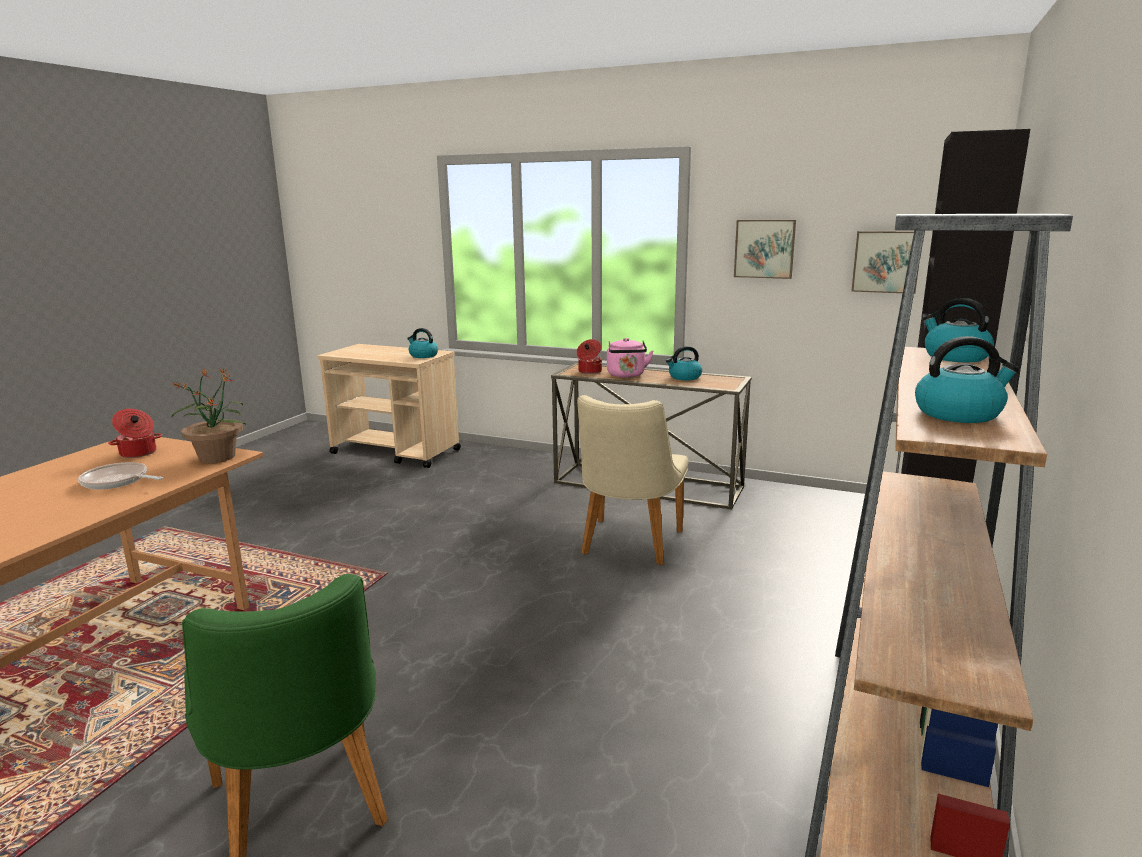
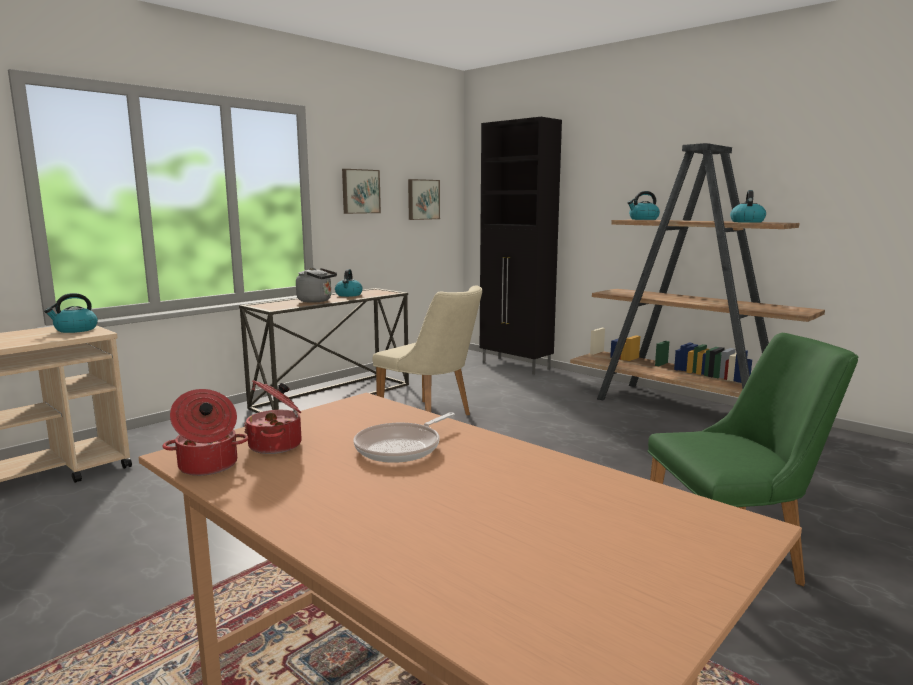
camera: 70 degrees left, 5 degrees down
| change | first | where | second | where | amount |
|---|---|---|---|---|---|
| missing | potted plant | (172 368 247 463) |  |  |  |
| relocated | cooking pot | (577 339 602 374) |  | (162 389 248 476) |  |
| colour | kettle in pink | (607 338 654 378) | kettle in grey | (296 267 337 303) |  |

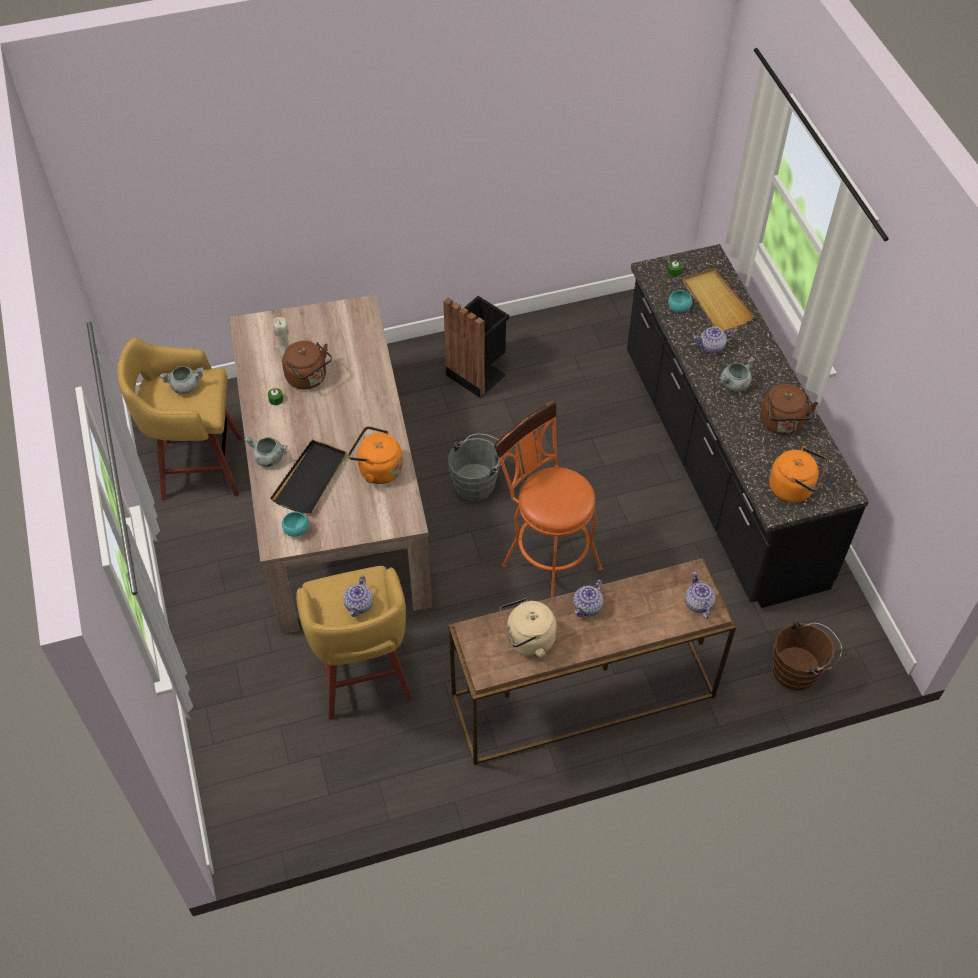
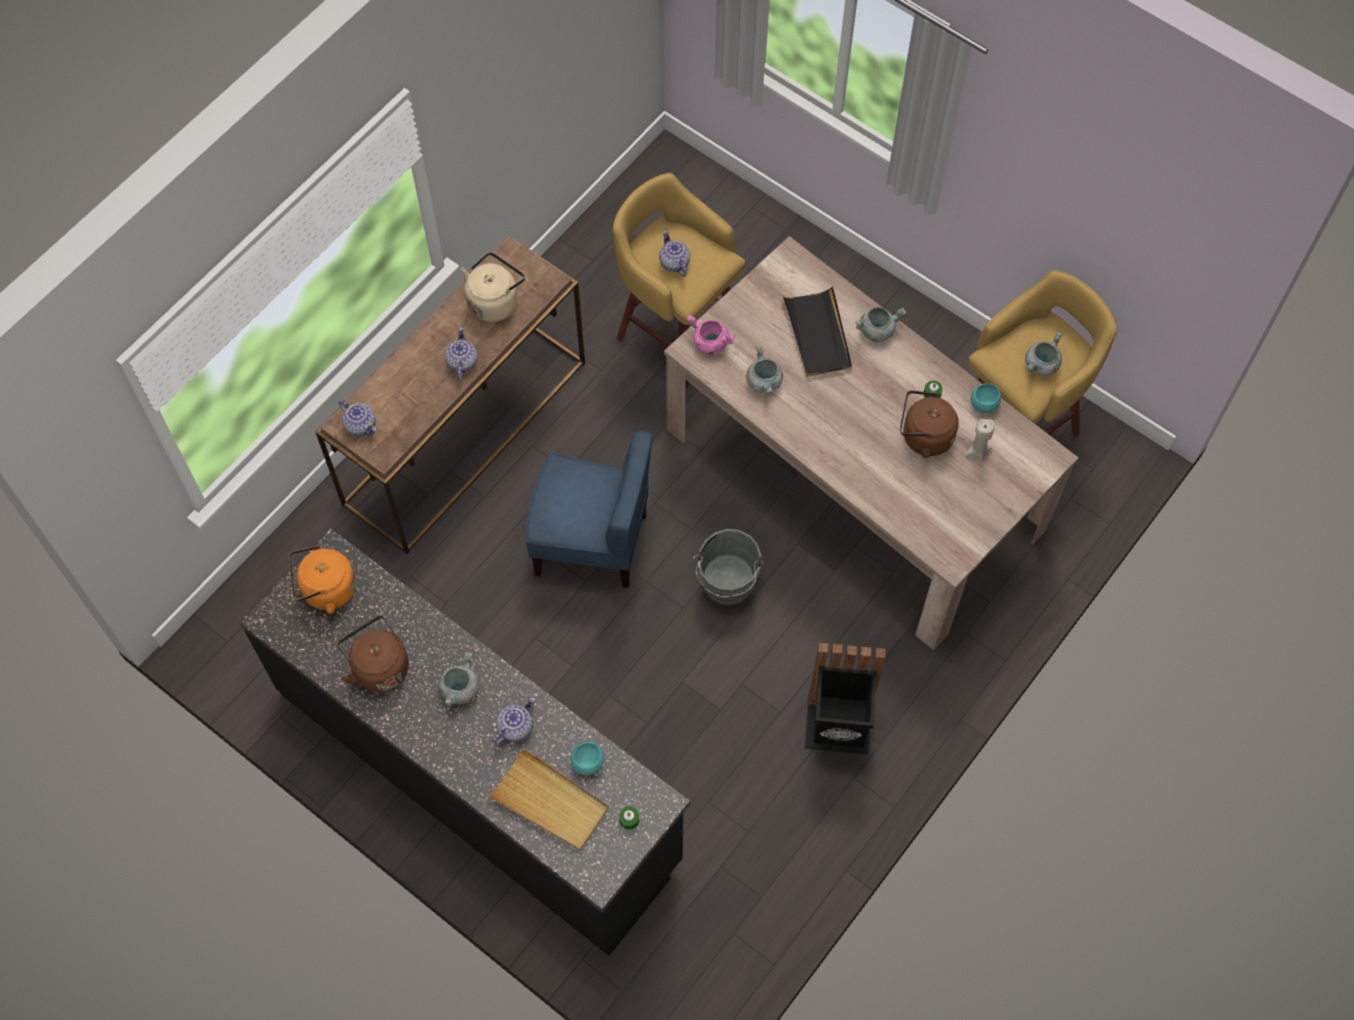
camera: 145 degrees right, 10 degrees up
| change | first | where | second | where | amount |
|---|---|---|---|---|---|
| relocated | bowl in turquoise | (282 512 309 537) |  | (971 383 1001 413) |  |
| exchanged | kettle in orange | (348 426 403 484) | cooking pot in grey | (746 345 783 395) |  |
| exchanged | stool in orange | (494 400 602 598) | chair in blue | (525 430 653 588) |  |
| missing | bucket in brown | (773 620 842 691) |  |  |  |
| appeared |  |  | cooking pot in pink | (687 315 735 355) |  |

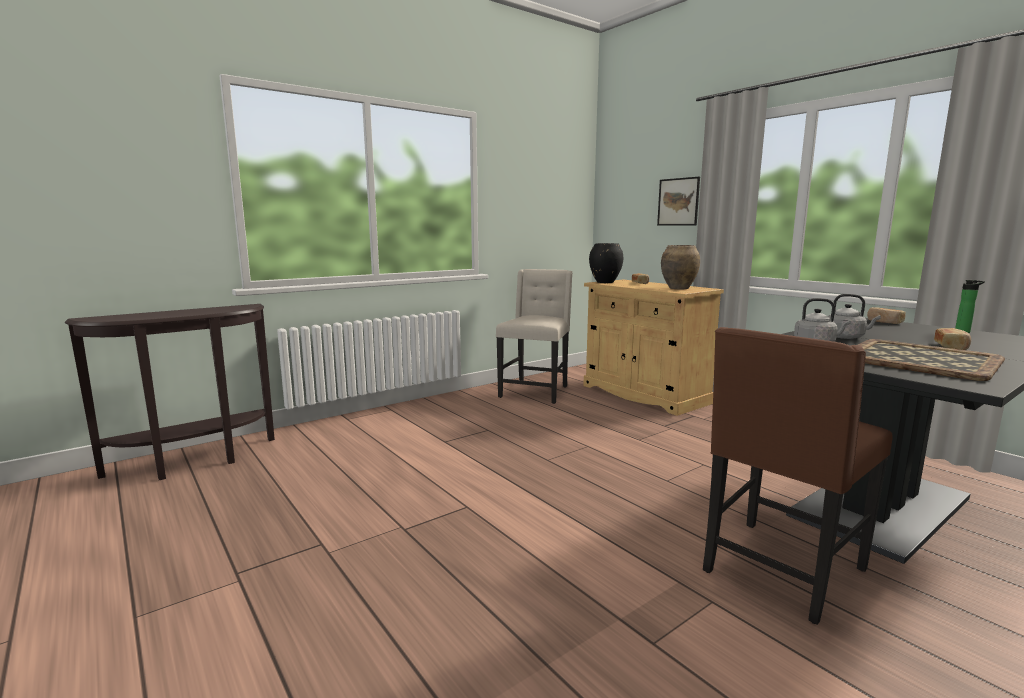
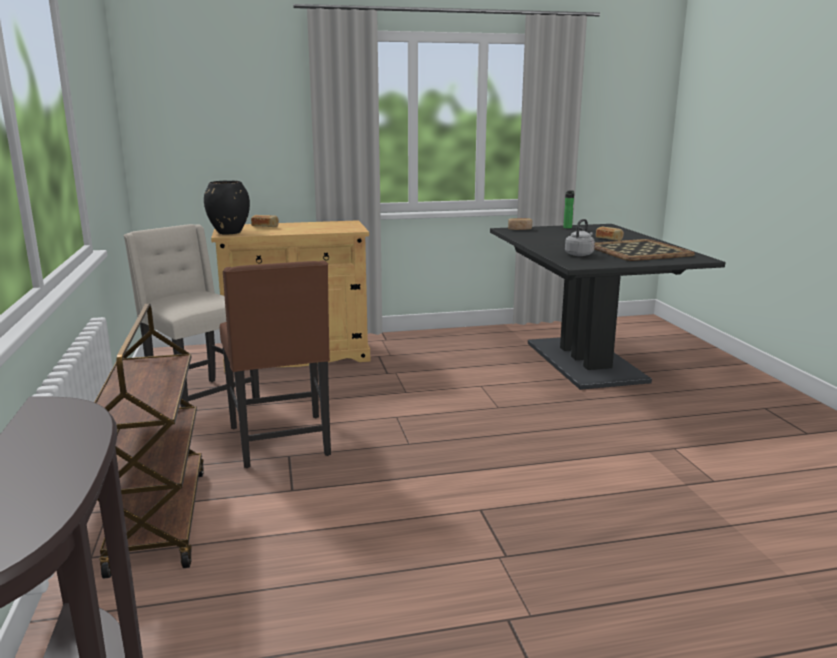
camera: 65 degrees left, 5 degrees up
| change | first | where | second | where | amount |
|---|---|---|---|---|---|
| missing | picture | (657 177 700 226) |  |  |  |
| missing | vase in brown | (661 245 700 290) |  |  |  |
| relocated | chair in brown | (703 327 893 625) |  | (220 261 331 468) |  |
| missing | kettle in grey | (829 294 881 339) |  |  |  |
| appeared |  |  | cart in brown | (94 303 204 579) |  |

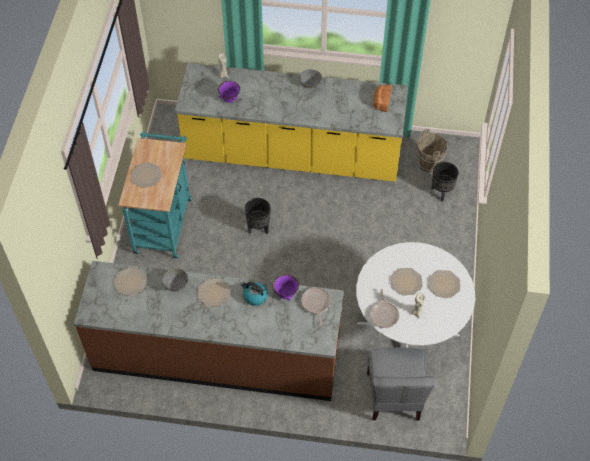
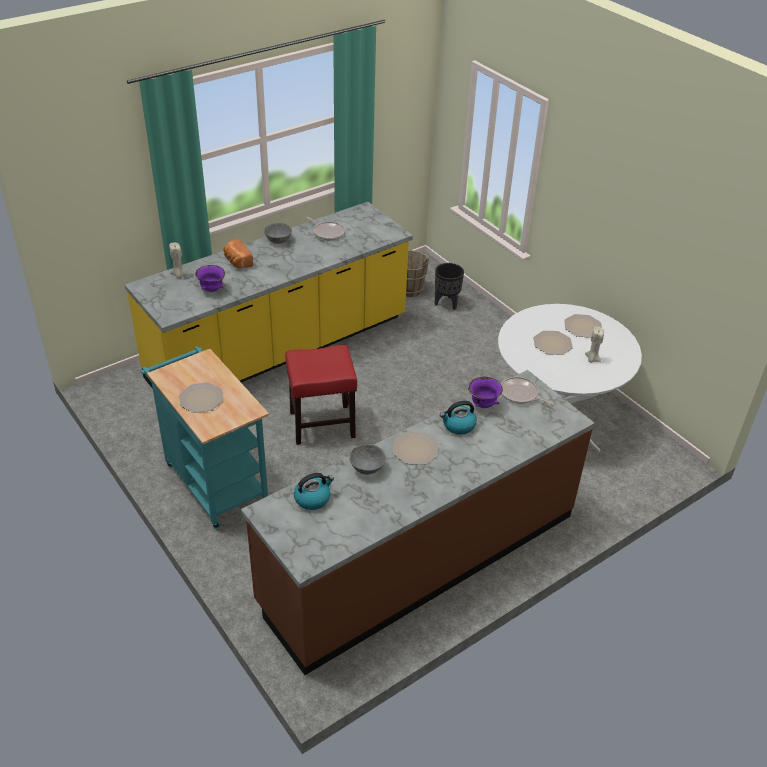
camera: 45 degrees left, 15 degrees down
| change | first | where | second | where | amount |
|---|---|---|---|---|---|
| exchanged | plate | (113 267 148 296) | kettle | (294 473 334 510) |  |
| exchanged | planter in black | (245 198 271 234) | stool in red | (285 345 357 445) |  |
| missing | chair in grey | (367 347 436 421) |  |  |  |
| relocated | frying pan | (370 289 399 328) |  | (306 217 345 240) |  |
| relocated | bread | (373 85 392 112) |  | (223 239 253 268) |  |

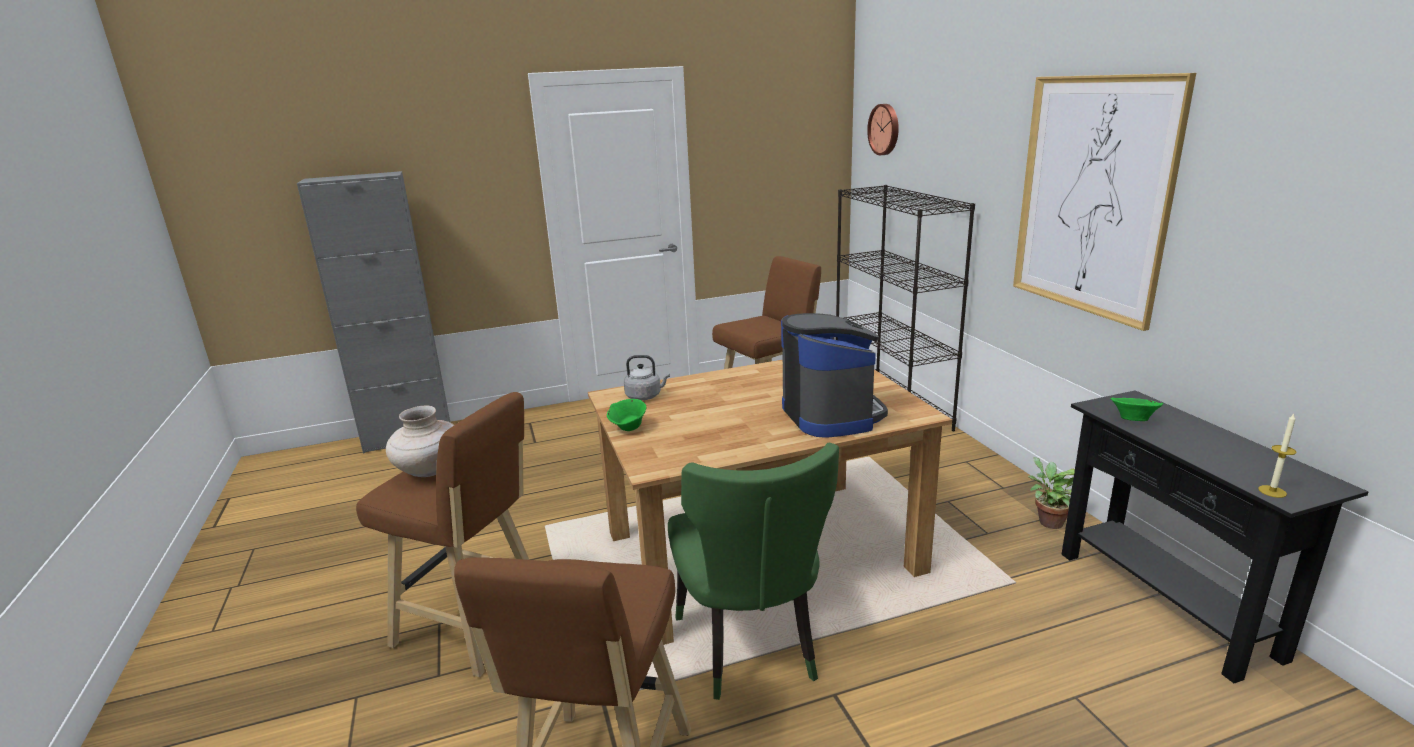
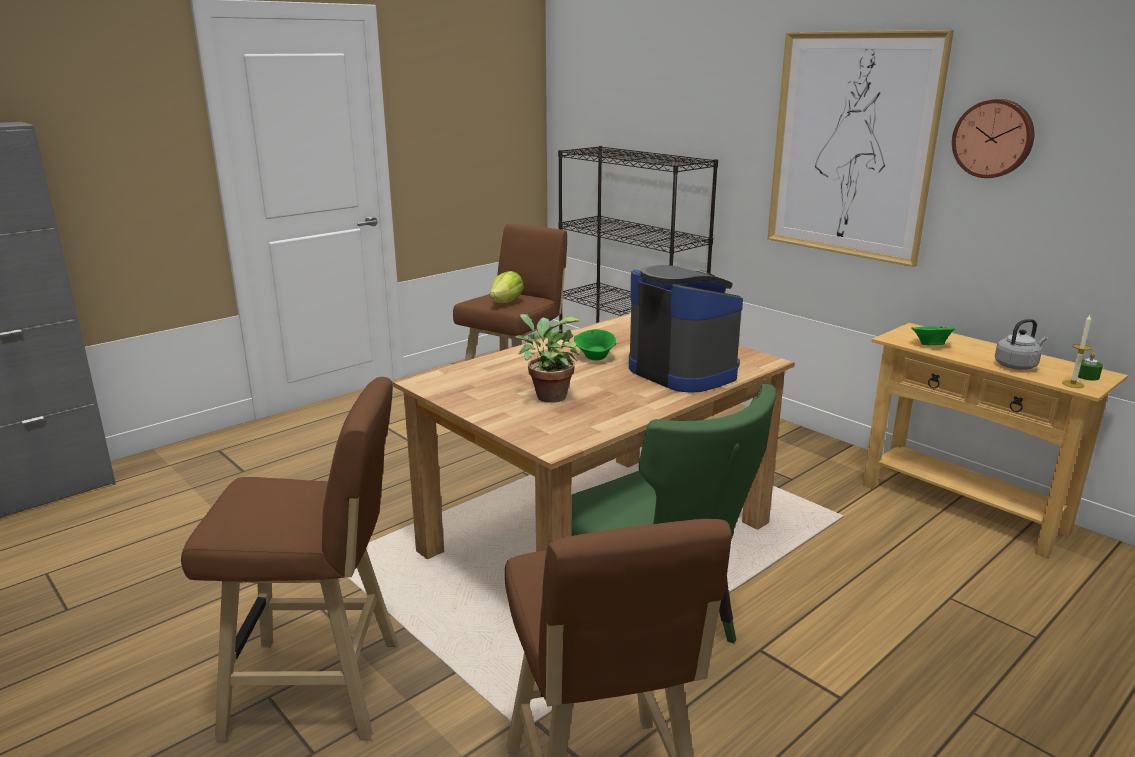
camera: 25 degrees left, 0 degrees up
| change | first | where | second | where | amount |
|---|---|---|---|---|---|
| missing | vase in beige | (386 406 454 477) |  |  |  |
| relocated | bowl in green | (607 399 646 431) |  | (574 329 616 361) |  |
| relocated | kettle in grey | (624 355 670 400) |  | (995 319 1047 370) |  |
| relocated | wall clock | (867 104 899 155) |  | (952 99 1034 178) |  |
| relocated | potted plant | (1028 457 1075 529) |  | (515 314 581 403) |  |
| colour | console table in black | (1062 390 1368 683) | console table in beige | (863 323 1128 558) |  |
| appeared |  |  | lettuce | (490 271 524 303) |  |
| appeared |  |  | candle in green | (1078 352 1103 381) |  |

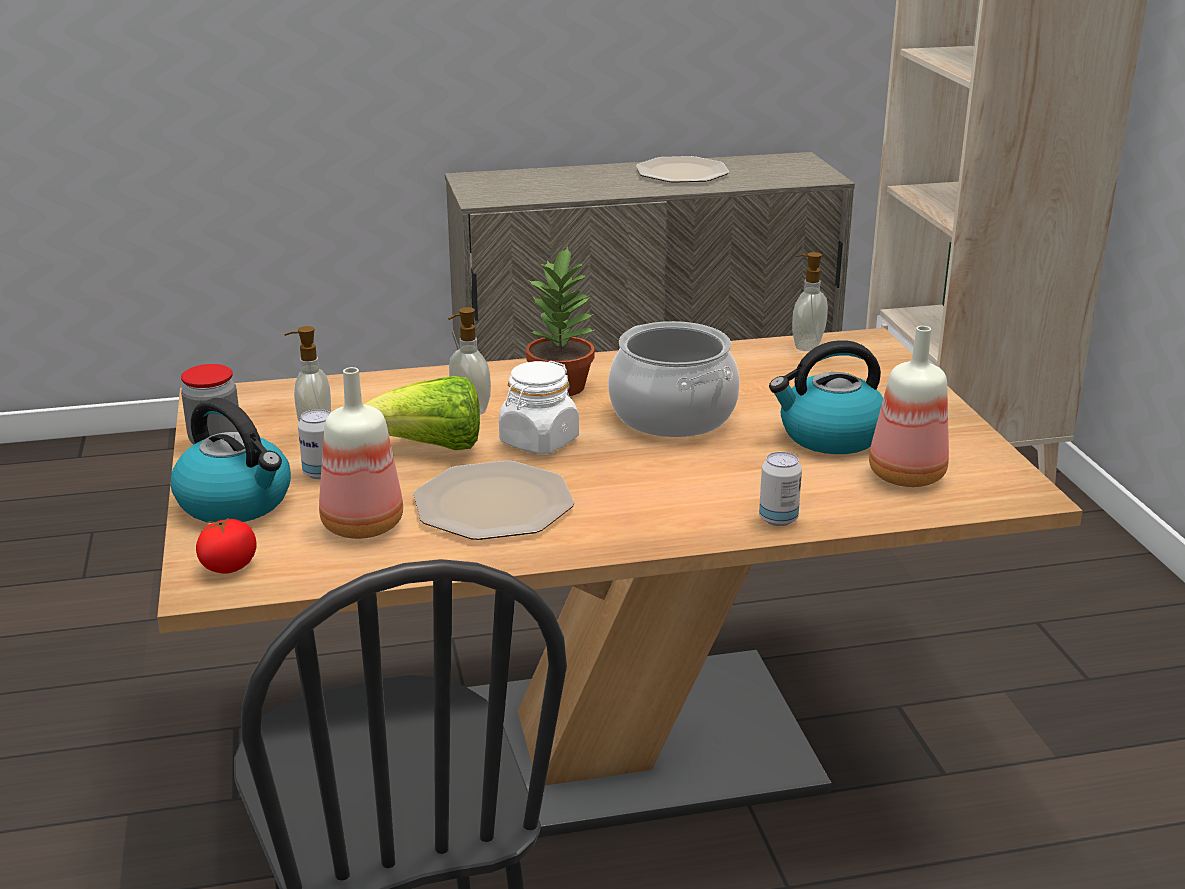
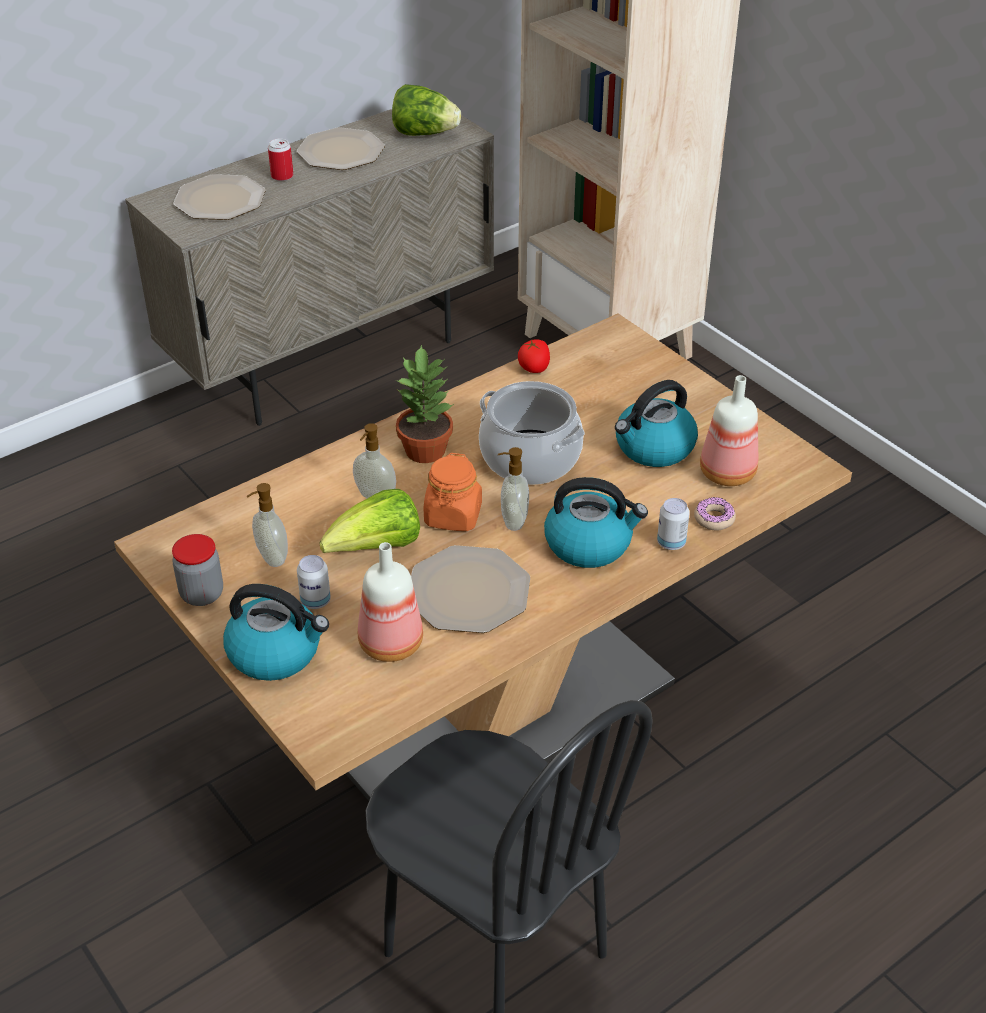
camera: 25 degrees left, 15 degrees up
| change | first | where | second | where | amount |
|---|---|---|---|---|---|
| relocated | tomato | (196 517 257 574) |  | (518 339 550 373) |  |
| colour | jar in white | (499 361 579 454) | jar in orange | (424 453 482 531) |  |
| relocated | soap dispenser | (792 252 828 351) |  | (498 447 529 531) |  |
| appeared |  |  | plate | (173 174 266 220) |  |
| appeared |  |  | can | (268 138 293 181) |  |
| appeared |  |  | lettuce | (392 84 461 136) |  |
| appeared |  |  | kettle | (544 477 648 568) |  |
| appeared |  |  | donut | (694 497 736 531) |  |

